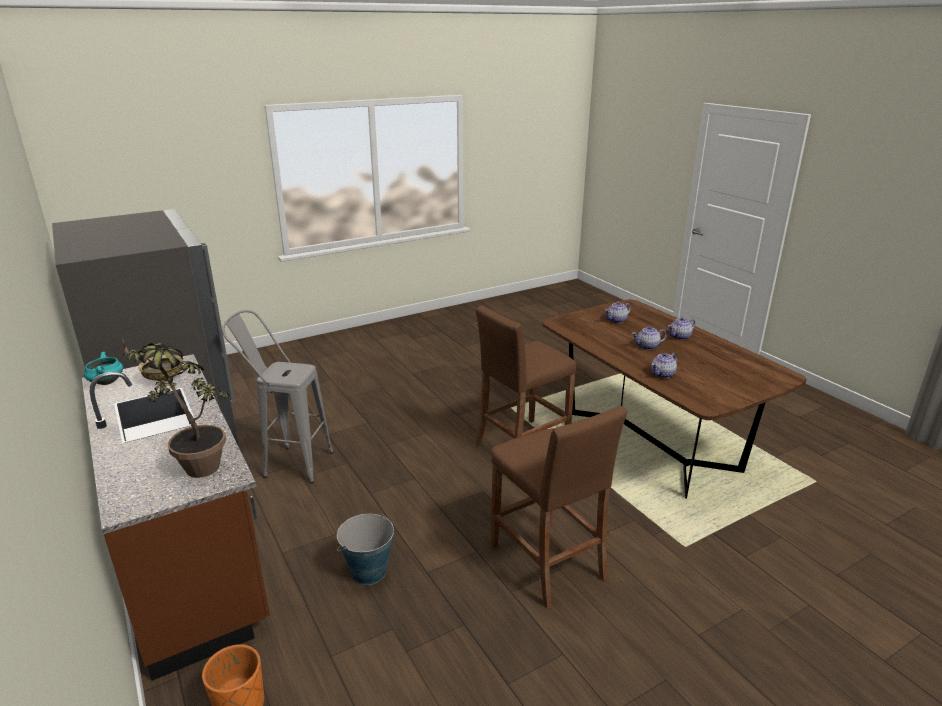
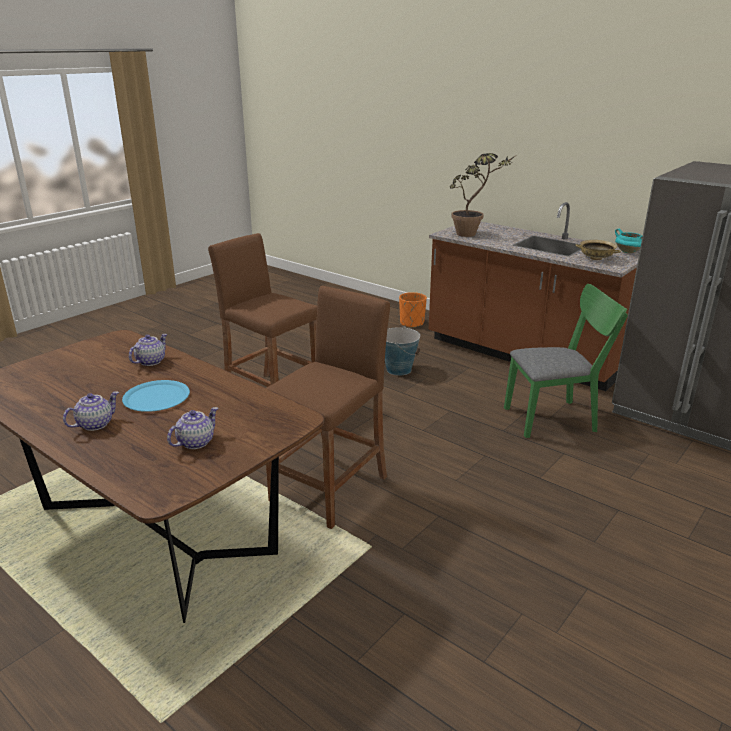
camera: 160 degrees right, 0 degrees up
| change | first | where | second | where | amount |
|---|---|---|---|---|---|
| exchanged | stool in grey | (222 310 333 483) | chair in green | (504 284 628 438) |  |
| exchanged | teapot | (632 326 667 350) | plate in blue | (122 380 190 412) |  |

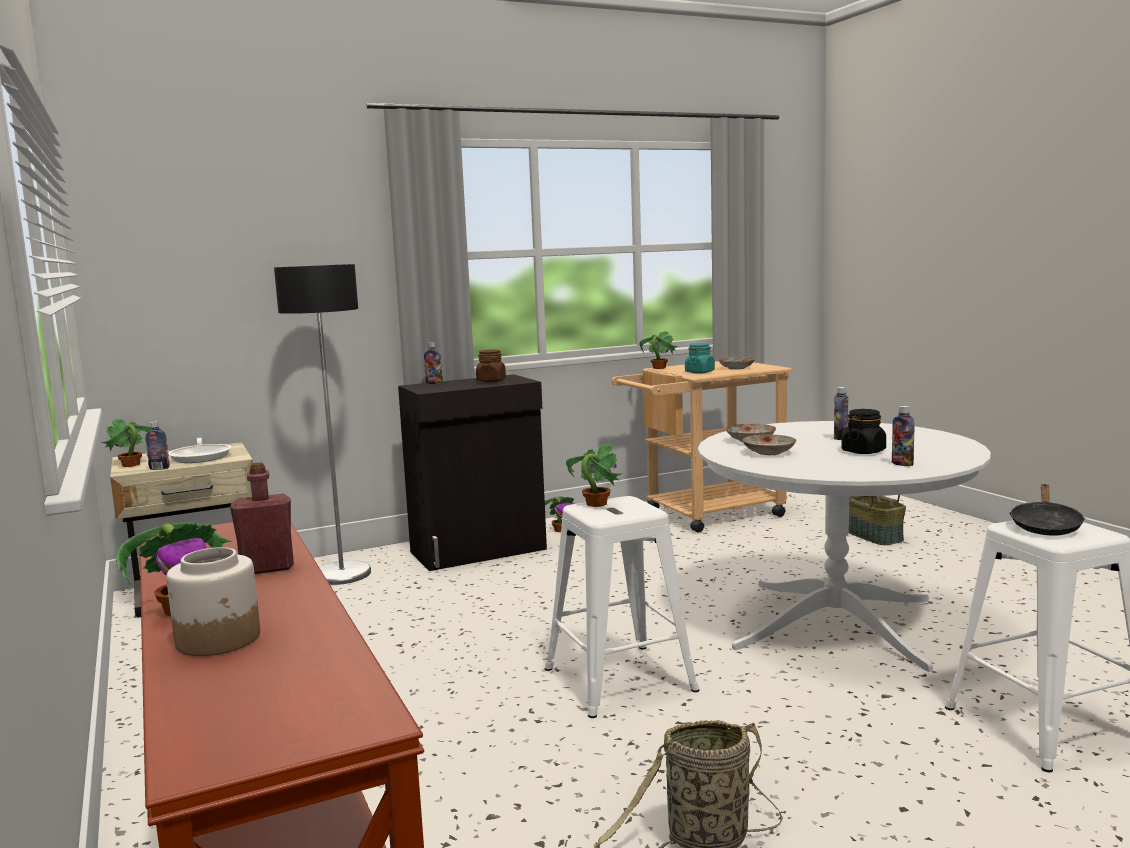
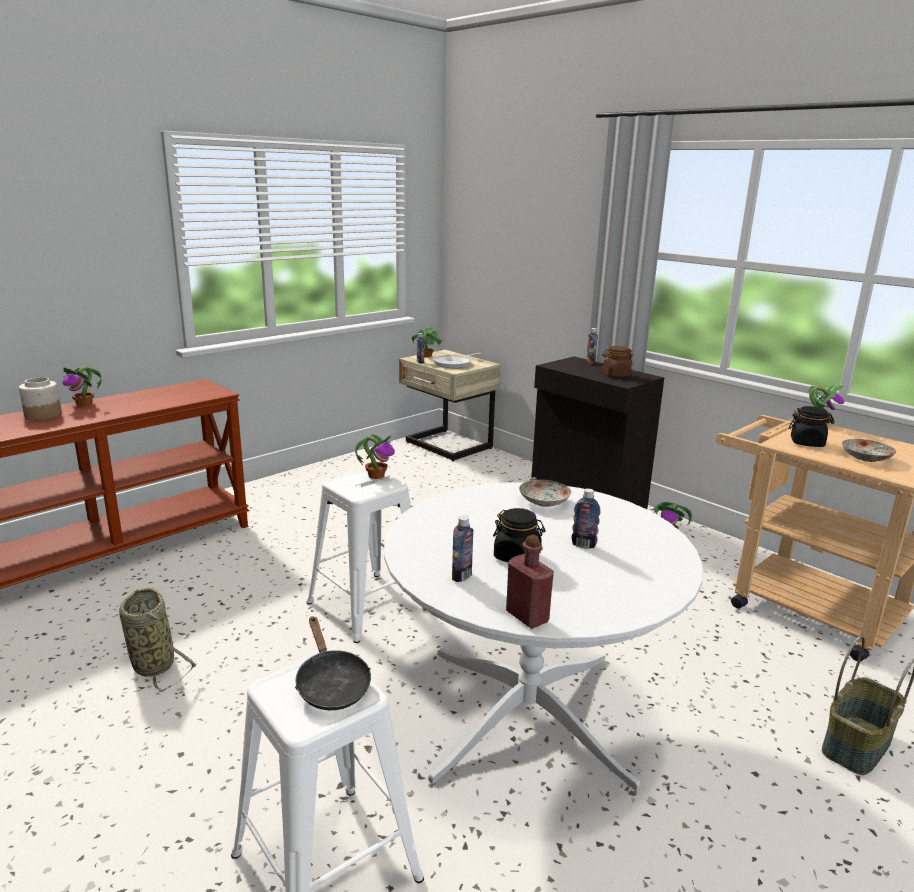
camera: 70 degrees right, 10 degrees up
| change | first | where | second | where | amount |
|---|---|---|---|---|---|
| relocated | bottle in red | (230 462 294 574) |  | (506 535 554 628) |  |
| missing | floor lamp | (274 264 371 585) |  |  |  |
| colour | jar in turquoise | (685 343 715 374) | jar in black | (789 406 835 447) |  |
| missing | plate | (742 434 796 455) |  |  |  |
| spun | frying pan in black | (1009 484 1085 536) |  | (295 616 371 710) | 120 degrees counterclockwise |

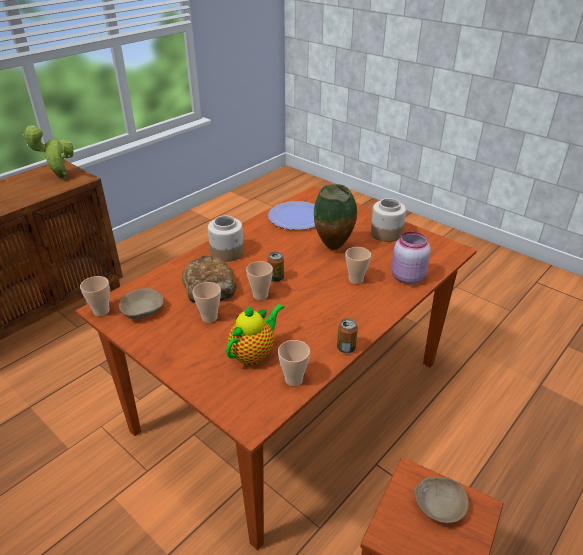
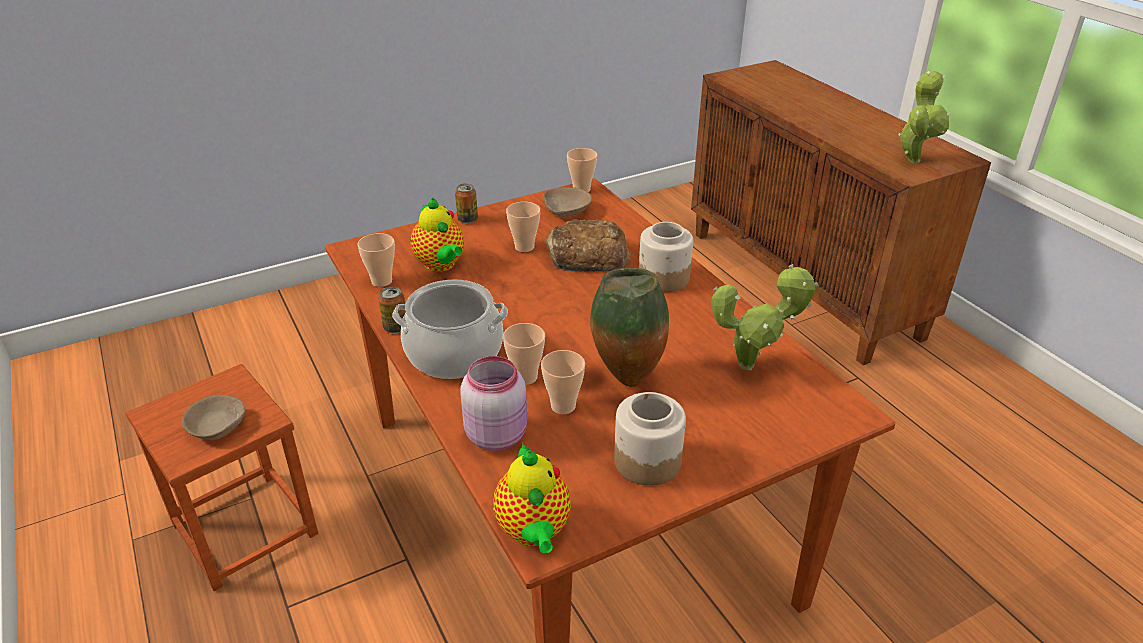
camera: 110 degrees right, 0 degrees up
| change | first | where | second | where | amount |
|---|---|---|---|---|---|
| relocated | cup | (246 261 273 300) |  | (541 350 585 414) |  |
| exchanged | plate | (268 201 315 230) | potted plant | (711 264 819 370) |  |
| relocated | can | (268 252 284 282) |  | (455 183 478 223) |  |
| appeared |  |  | cooking pot | (392 279 508 379) |  |
| appeared |  |  | teapot | (493 443 571 553) |  |

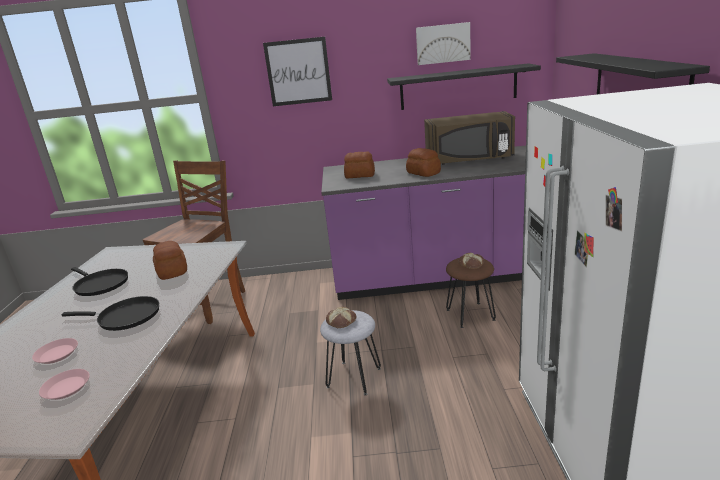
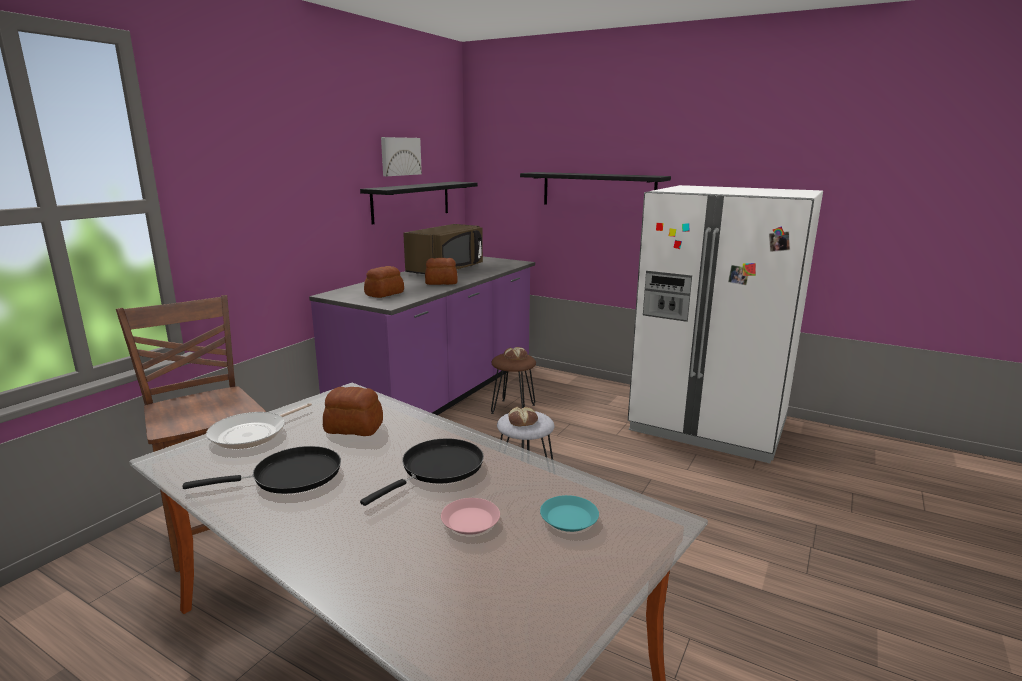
camera: 60 degrees left, 5 degrees down
| change | first | where | second | where | amount |
|---|---|---|---|---|---|
| colour | plate in pink | (39 369 90 400) | plate in turquoise | (540 495 599 532) |  |
| missing | picture | (263 37 332 106) |  |  |  |
| appeared |  |  | frying pan | (206 403 312 449) |  |

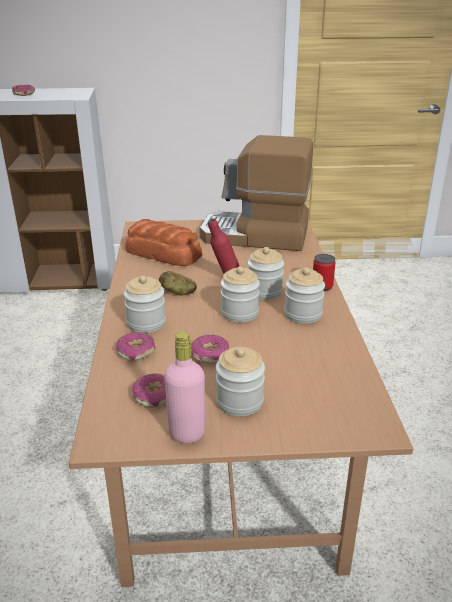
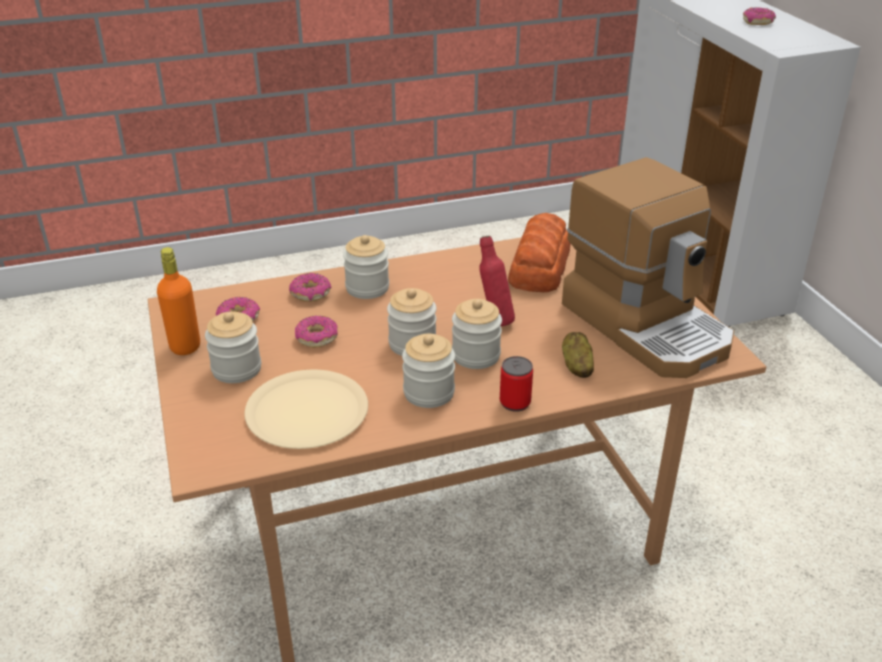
camera: 75 degrees right, 5 degrees up
| change | first | where | second | where | amount |
|---|---|---|---|---|---|
| relocated | potato | (159 271 197 295) |  | (562 332 594 378) |  |
| colour | bottle in pink | (164 332 205 443) | bottle in orange | (157 247 200 355) |  |
| spun | coffee machine | (199 135 313 251) |  | (562 157 734 378) | 150 degrees clockwise |
| appeared |  |  | plate in beige | (245 370 368 449) |  |

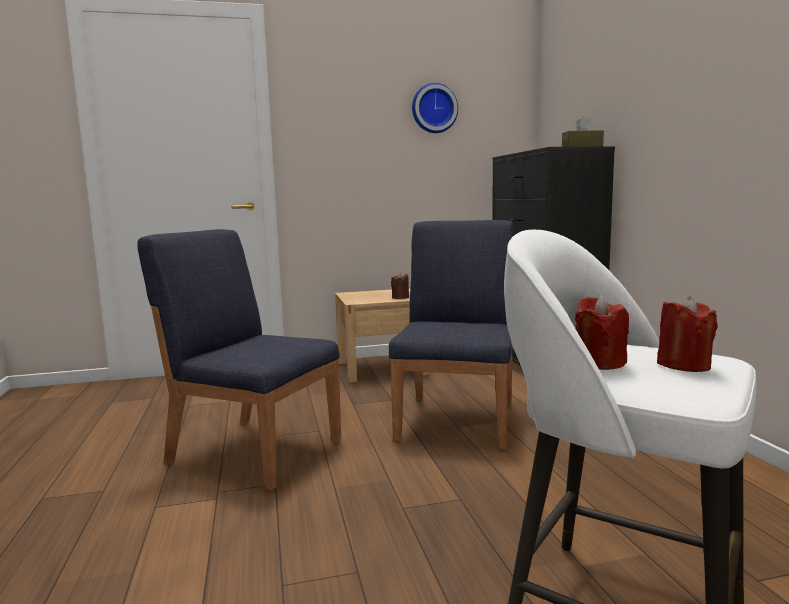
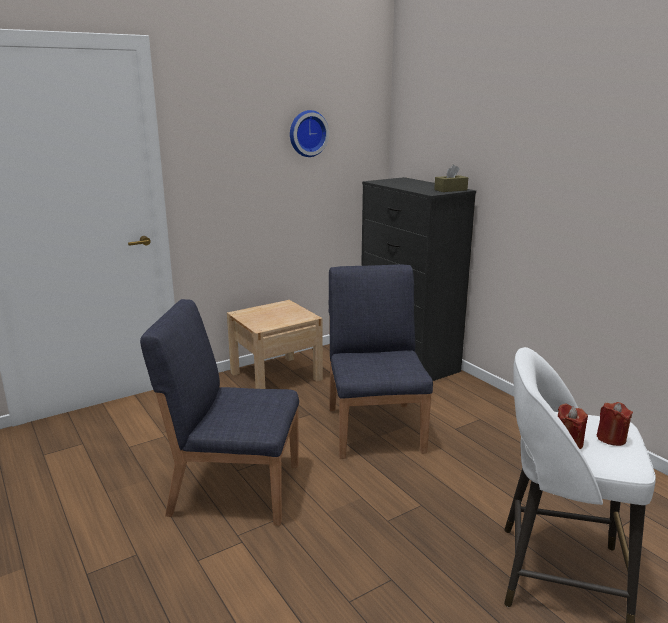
camera: 20 degrees left, 10 degrees up
| change | first | where | second | where | amount |
|---|---|---|---|---|---|
| missing | candle in brown | (391 272 409 299) |  |  |  |

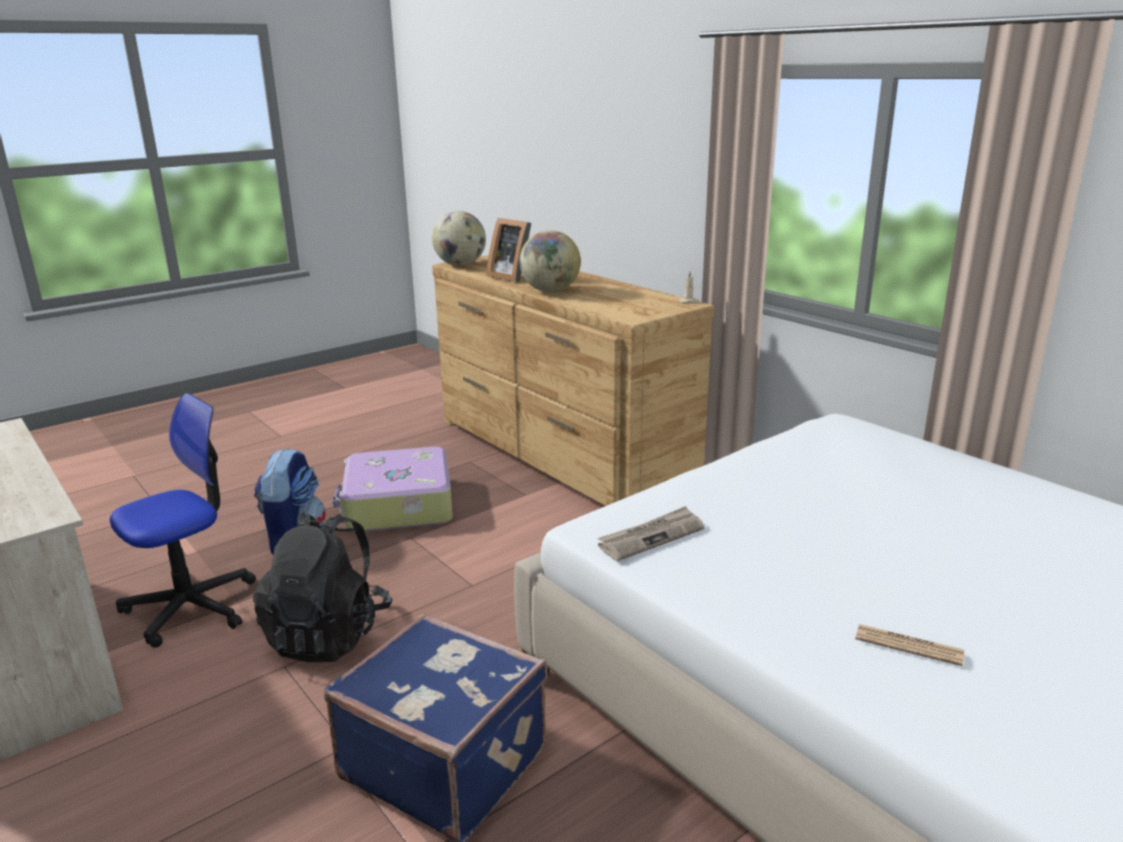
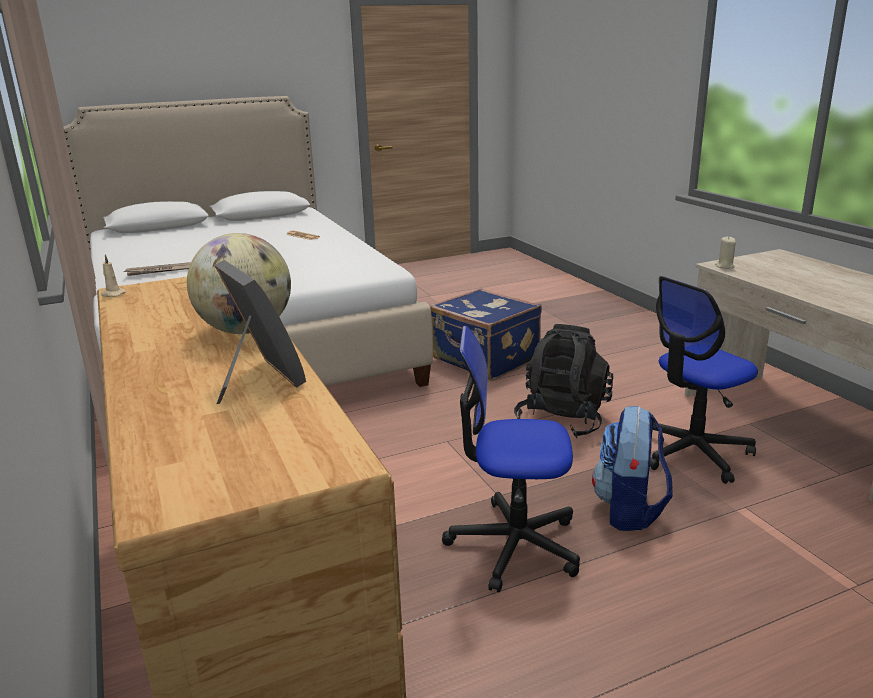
camera: 165 degrees left, 0 degrees up
| change | first | where | second | where | amount |
|---|---|---|---|---|---|
| exchanged | suitcase | (332 447 453 532) | office chair | (442 326 580 592) |  |
| missing | globe | (432 211 486 266) |  |  |  |
| relocated | newspaper | (598 506 705 561) |  | (124 262 191 276) |  |
| appeared |  |  | candle in beige | (715 237 736 269) |  |

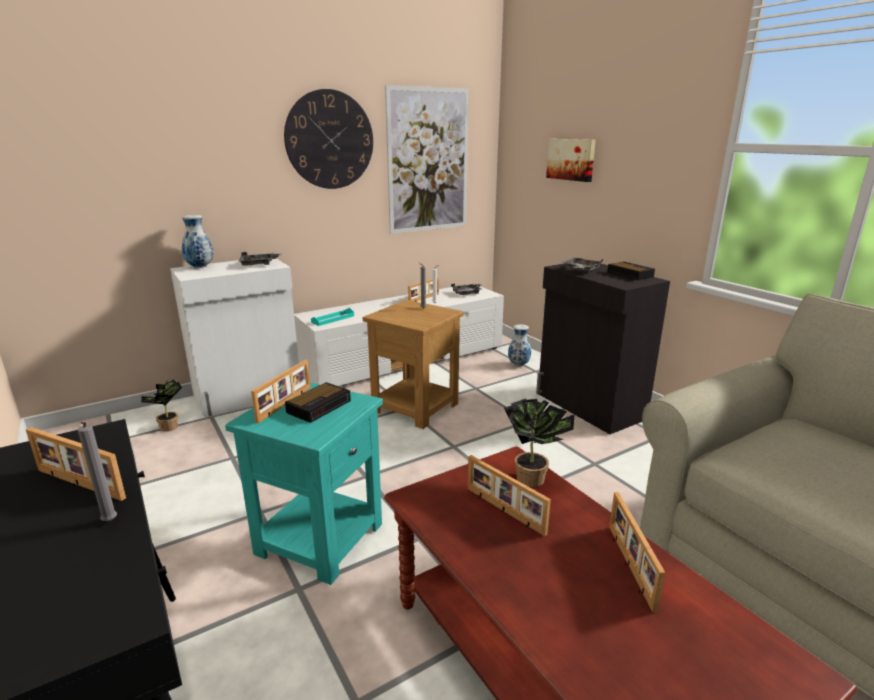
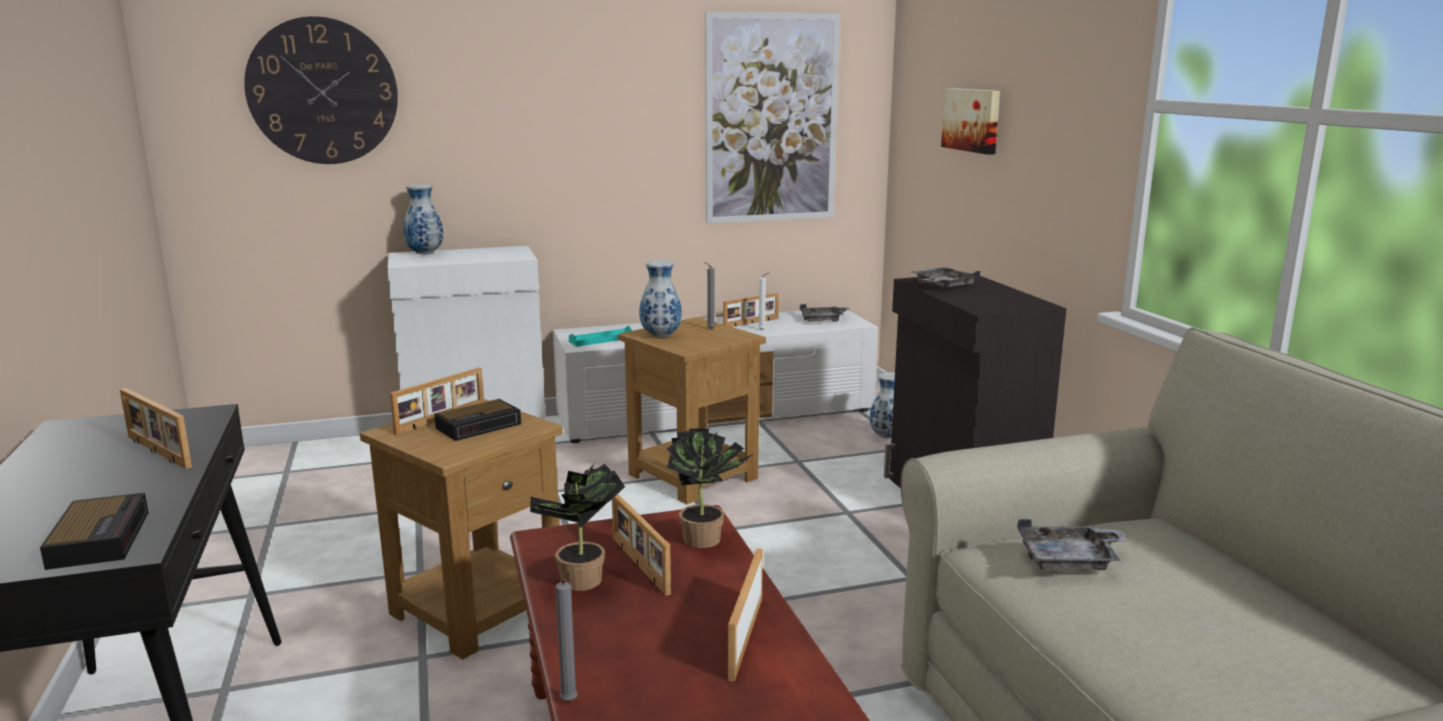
camera: 15 degrees right, 5 degrees down
| change | first | where | second | where | amount |
|---|---|---|---|---|---|
| relocated | candle in grey | (78 422 117 521) |  | (555 579 578 701) |  |
| relocated | potted plant | (141 380 182 432) |  | (530 464 625 591) |  |
| colour | side table in turquoise | (225 383 383 585) | side table in brown | (360 399 563 659) |  |
| relocated | tray in grey | (239 252 282 266) |  | (1017 519 1127 570) |  |
| relocated | wall clock | (284 89 373 189) |  | (244 16 398 164) |  |
| relocated | alarm clock | (607 261 655 280) |  | (40 493 149 570) |  |
| appeared |  |  | vase | (639 260 682 337) |  |

